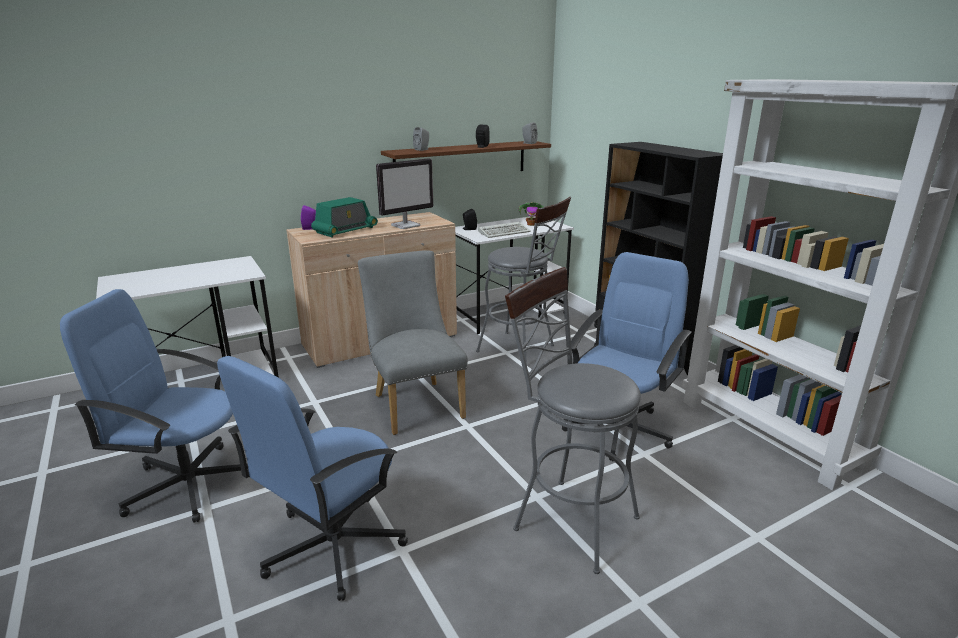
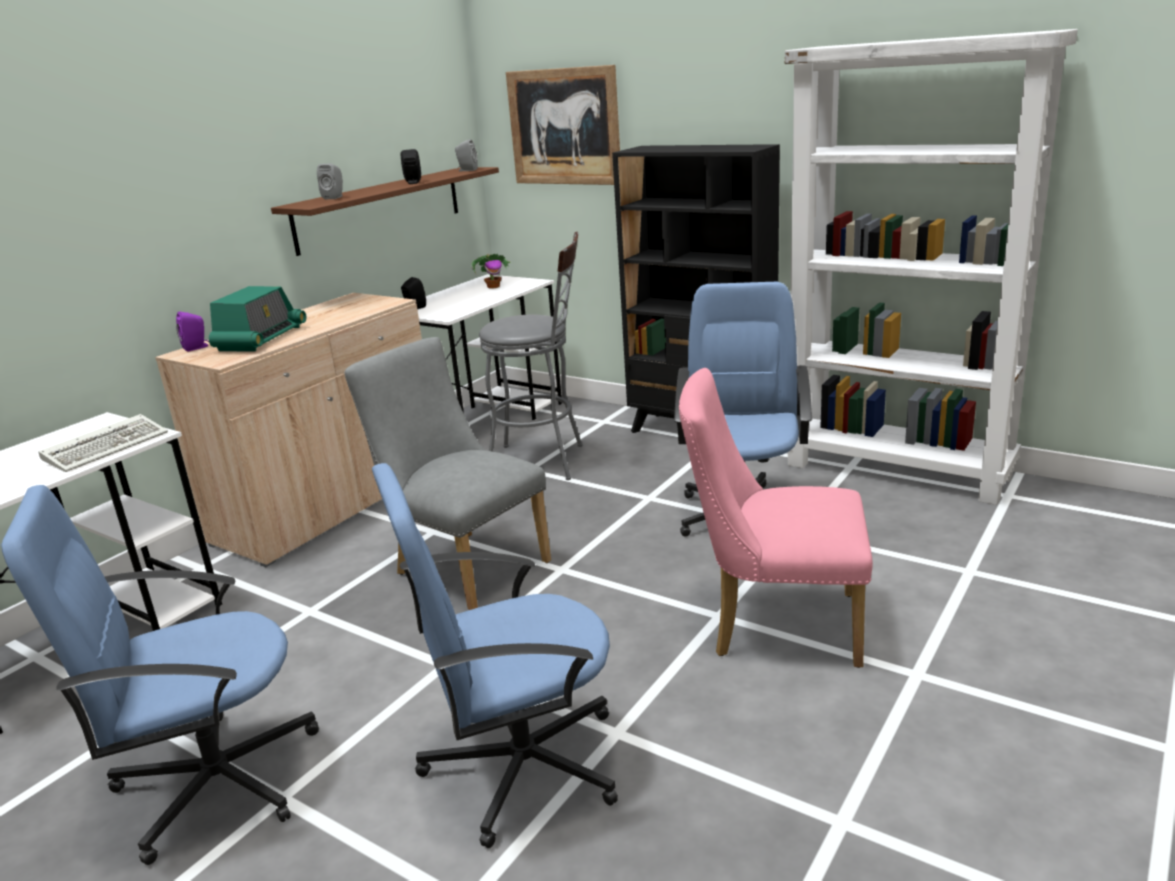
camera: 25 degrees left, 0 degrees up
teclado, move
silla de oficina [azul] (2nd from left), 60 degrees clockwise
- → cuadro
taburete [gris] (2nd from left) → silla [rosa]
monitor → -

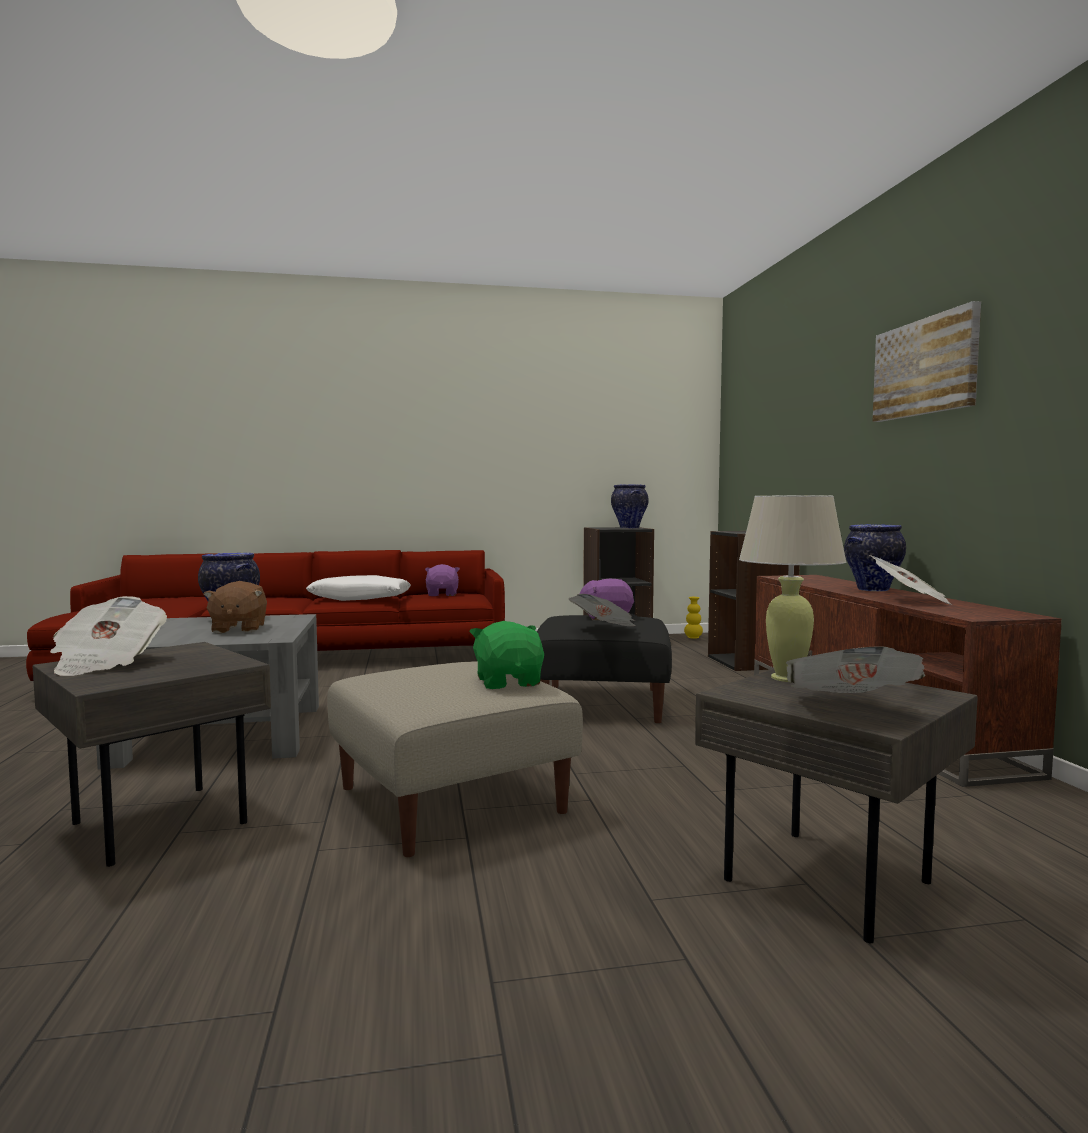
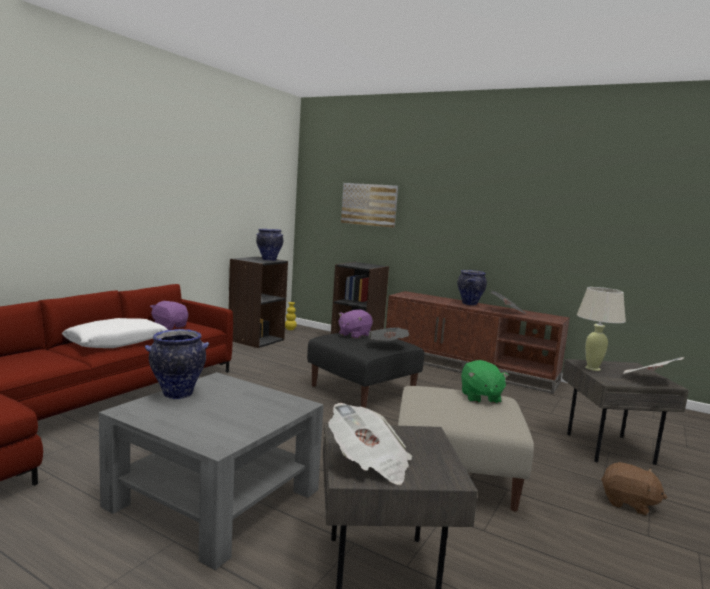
camera: 50 degrees left, 5 degrees up
cuadro, move
peluche [verde], 120 degrees counterclockwise
peluche [marrón], move

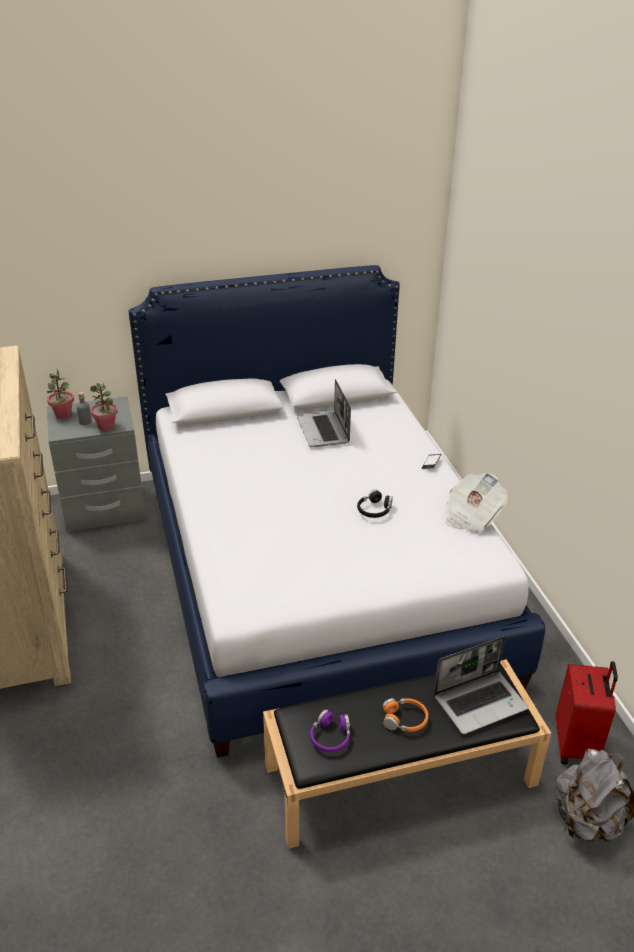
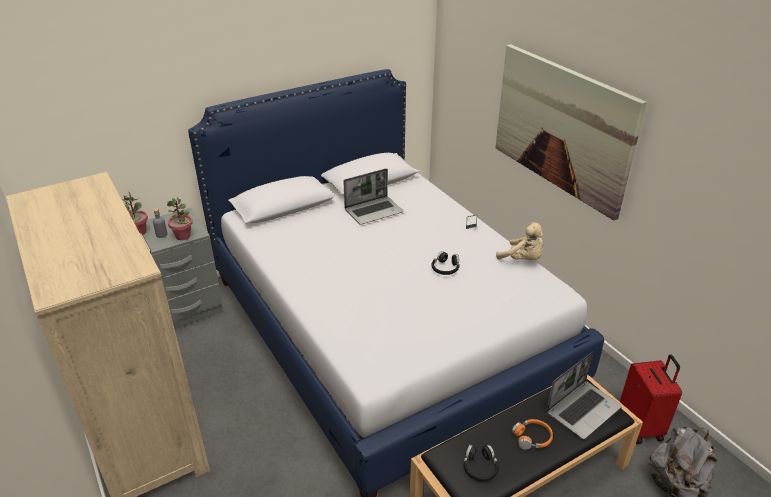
camera: 15 degrees left, 0 degrees up
portátil (1st from left), 90 degrees counterclockwise
auriculares [morado] → auriculares [negro] (2nd from left)
- → cuadro
periódico → peluche [beis]

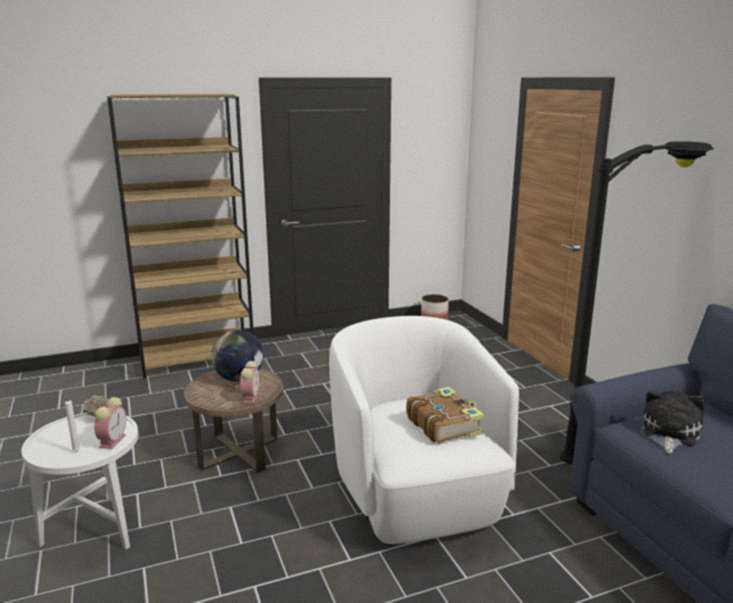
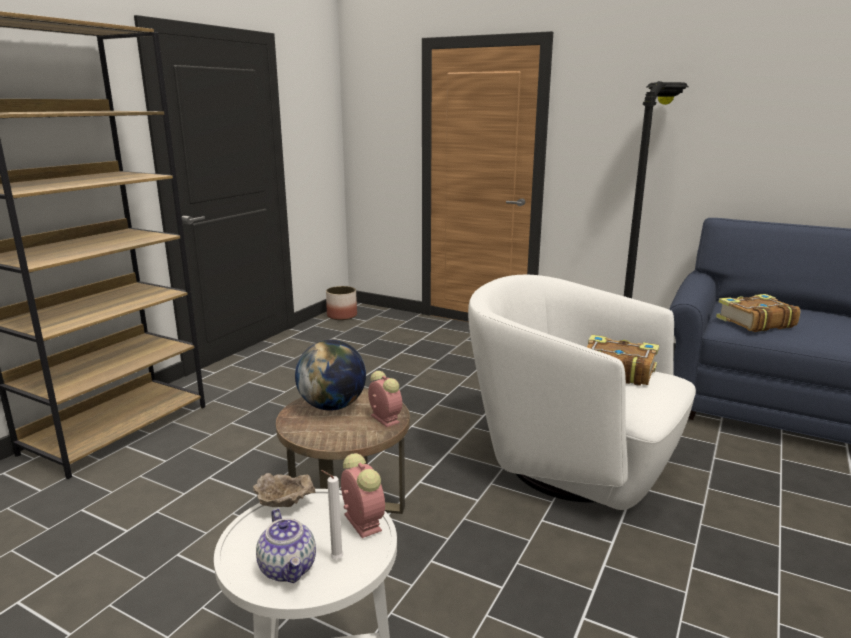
camera: 40 degrees left, 0 degrees up
- → tetera
peluche → libro (2nd from left)

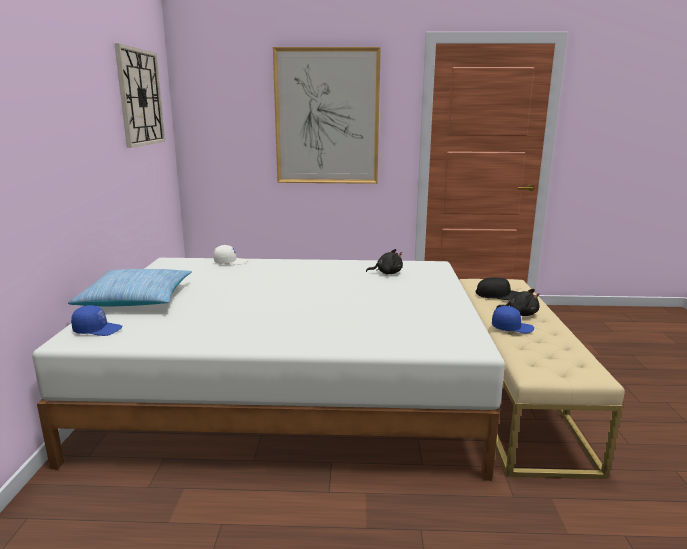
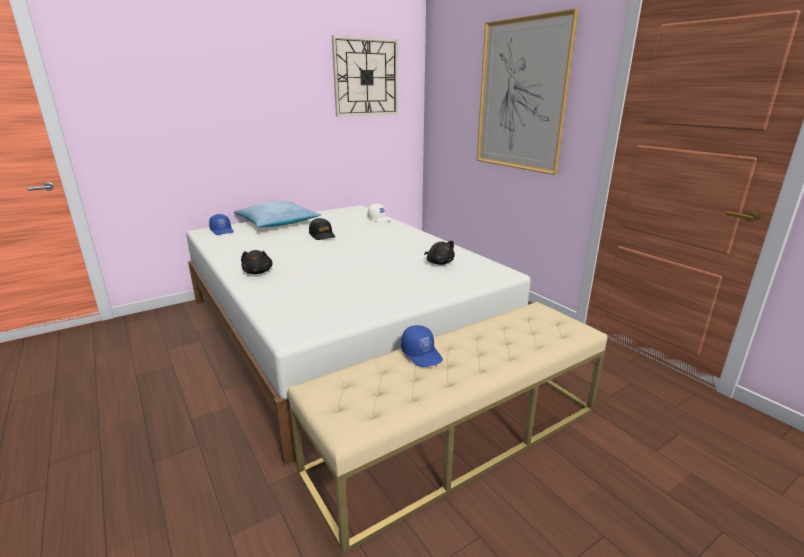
camera: 55 degrees right, 5 degrees up
peluche [negro] (2nd from left in the first image) → peluche [negro] (1st from left), move
gorra [negro], move

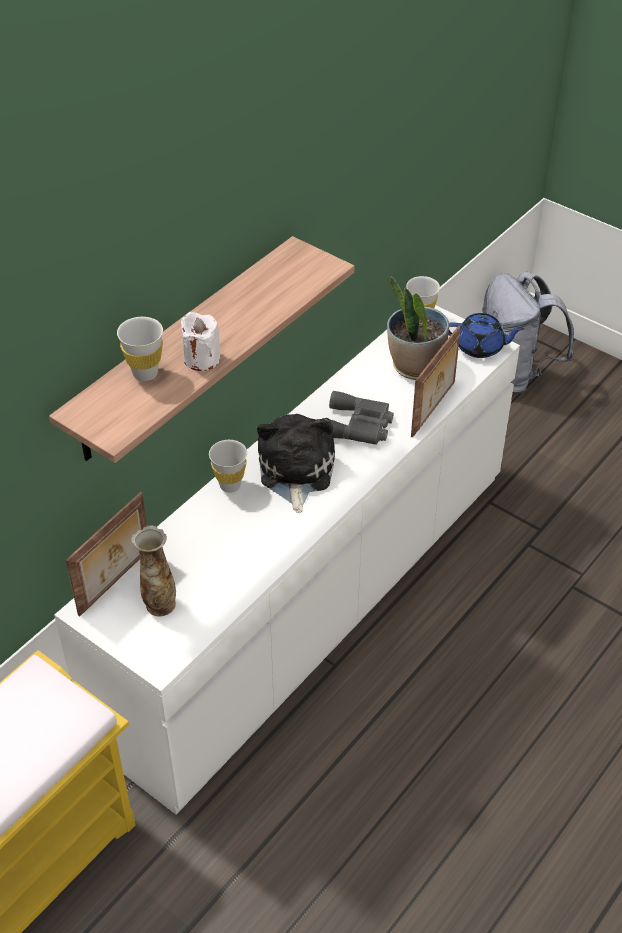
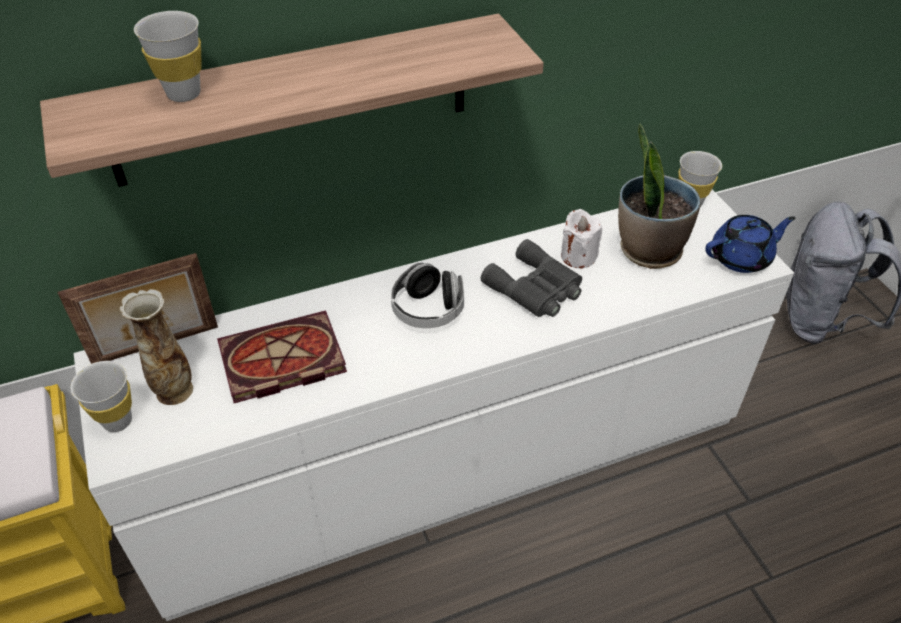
camera: 30 degrees right, 0 degrees up
taza [blanco] (2nd from left in the first image) → taza [blanco] (1st from left), move
- → libro
peluche → auriculares
vela [blanco], move
tetera [azul], 60 degrees counterclockwise
portarretratos (2nd from left) → -

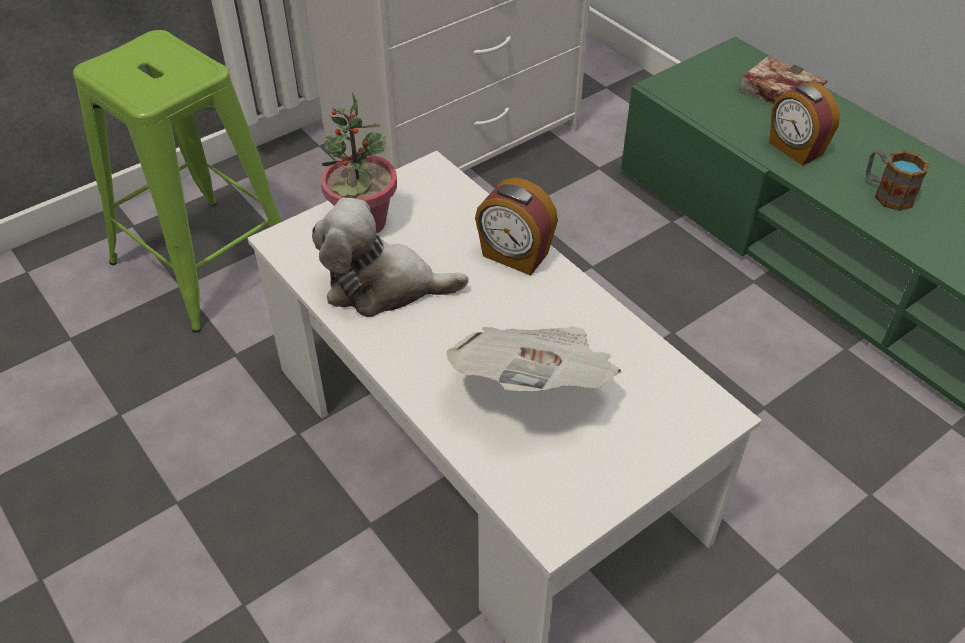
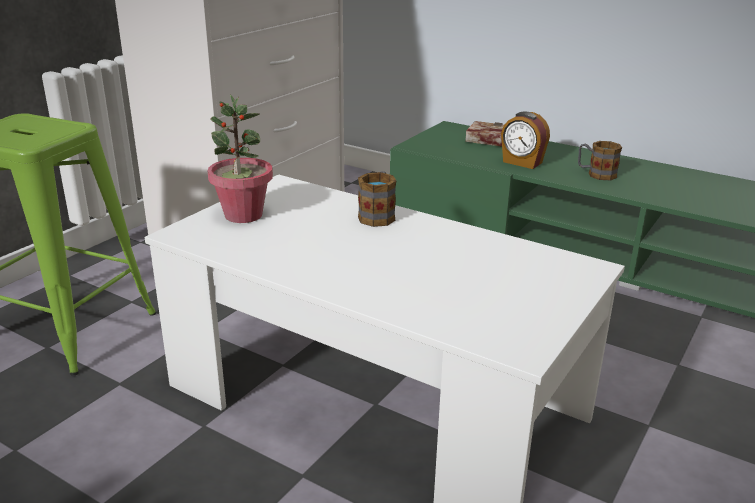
camera: 20 degrees left, 20 degrees down
despertador (1st from left) → taza grande (1st from left)
peluche → -
periódico → -

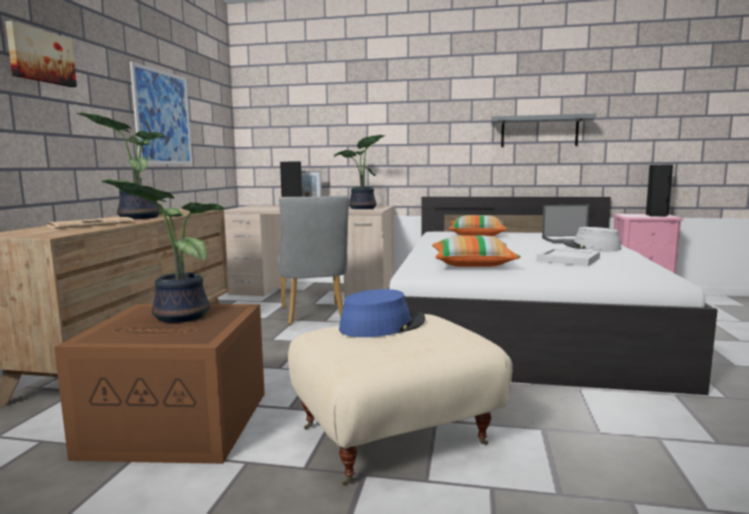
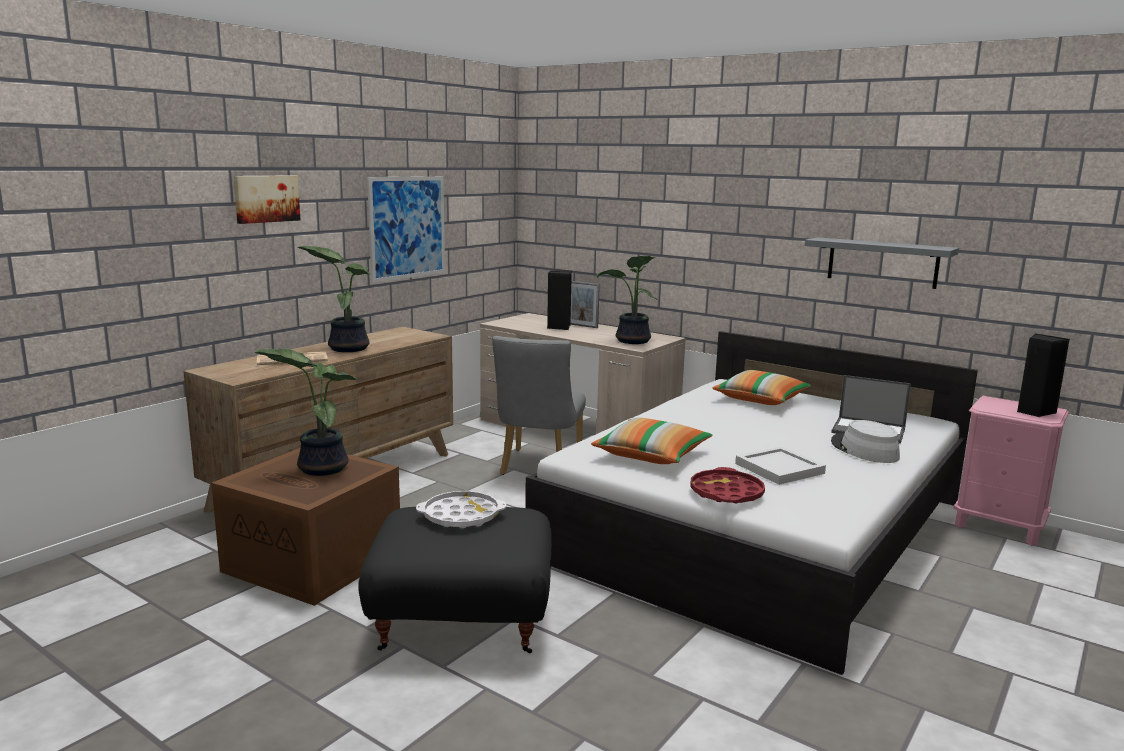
camera: 25 degrees right, 5 degrees up
puf [beis] → puf [negro]
sombrero [azul] → bandeja [blanco] (1st from left)
- → bandeja [rojo]

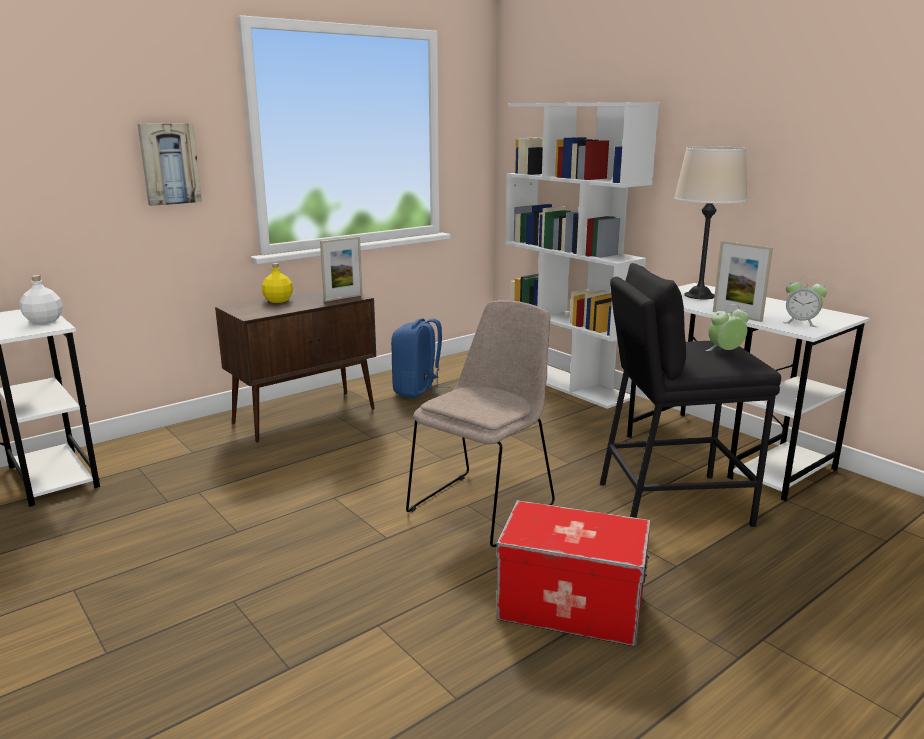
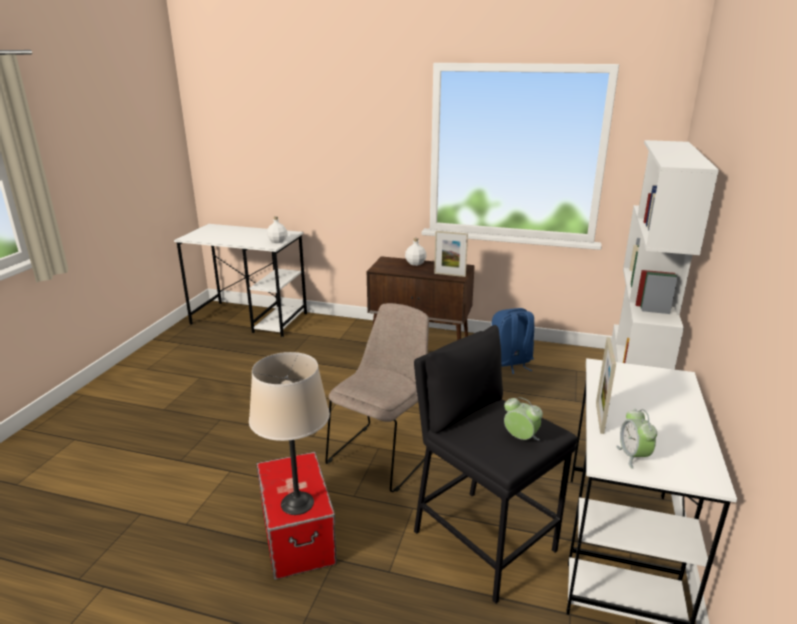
camera: 55 degrees right, 5 degrees up
lámpara de mesa [beis], move
silla [beis], 60 degrees counterclockwise
botella [amarillo] → botella [blanco] (2nd from left)
cuadro → -

